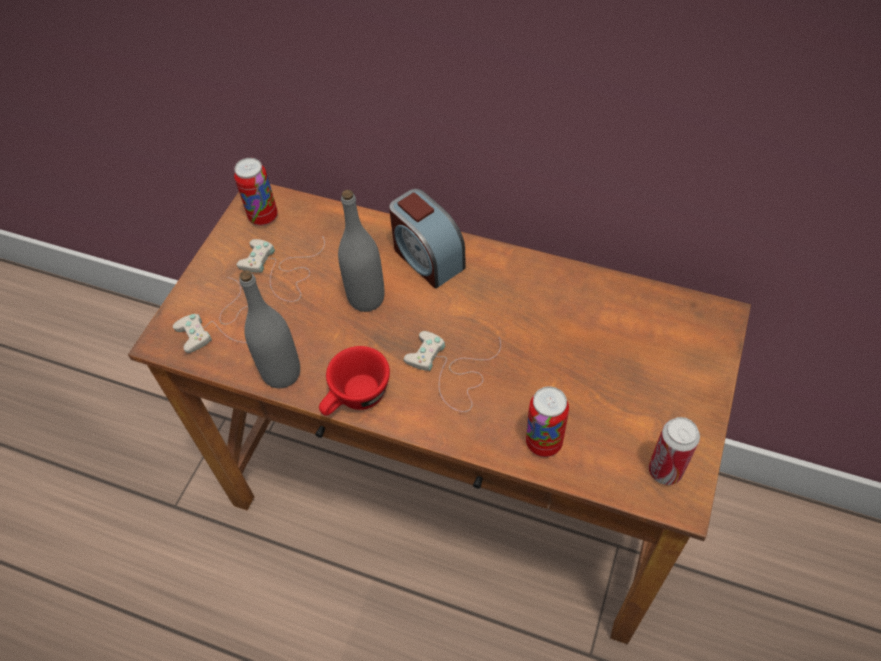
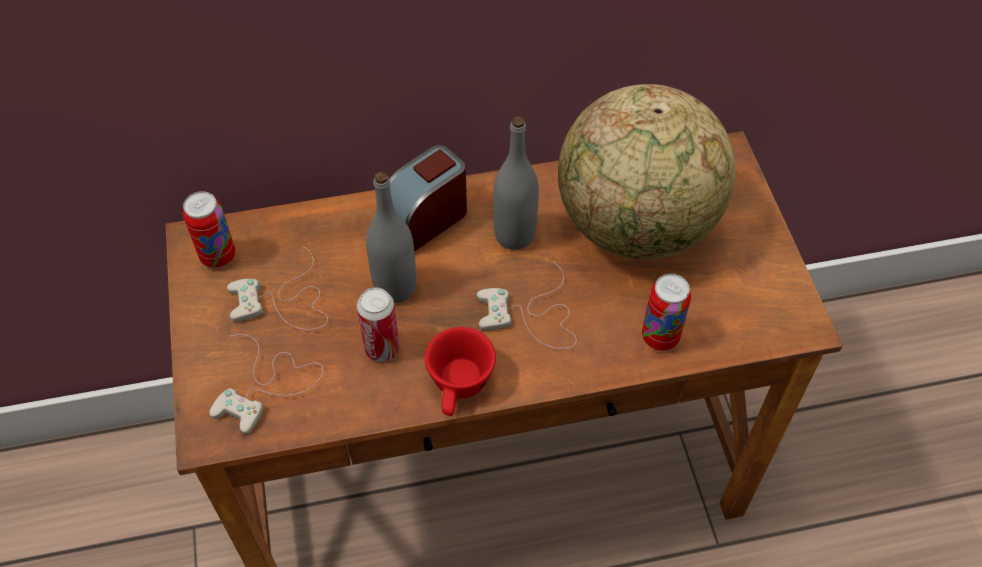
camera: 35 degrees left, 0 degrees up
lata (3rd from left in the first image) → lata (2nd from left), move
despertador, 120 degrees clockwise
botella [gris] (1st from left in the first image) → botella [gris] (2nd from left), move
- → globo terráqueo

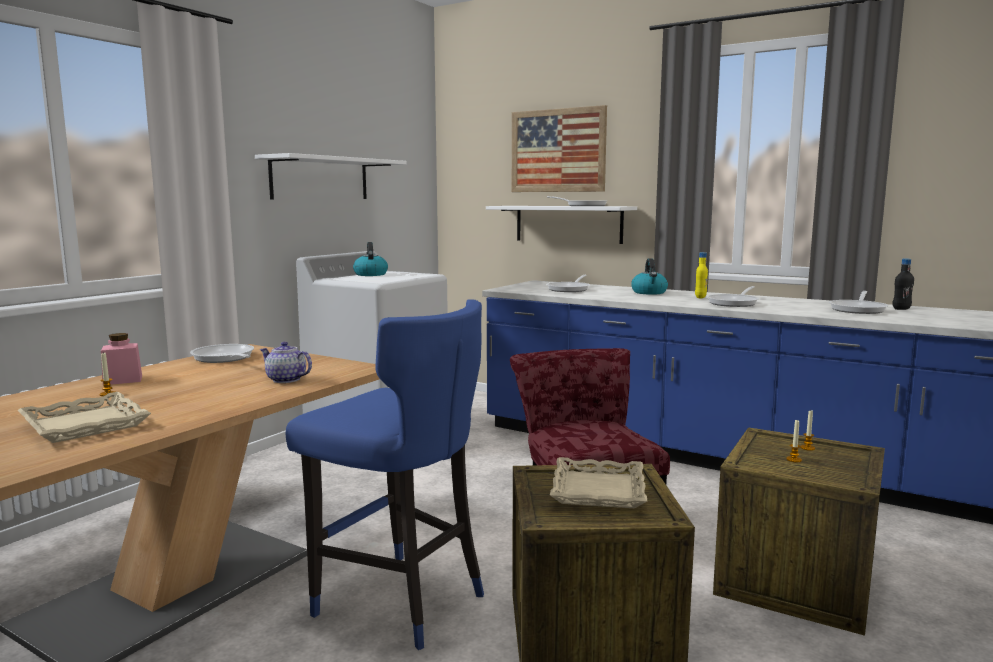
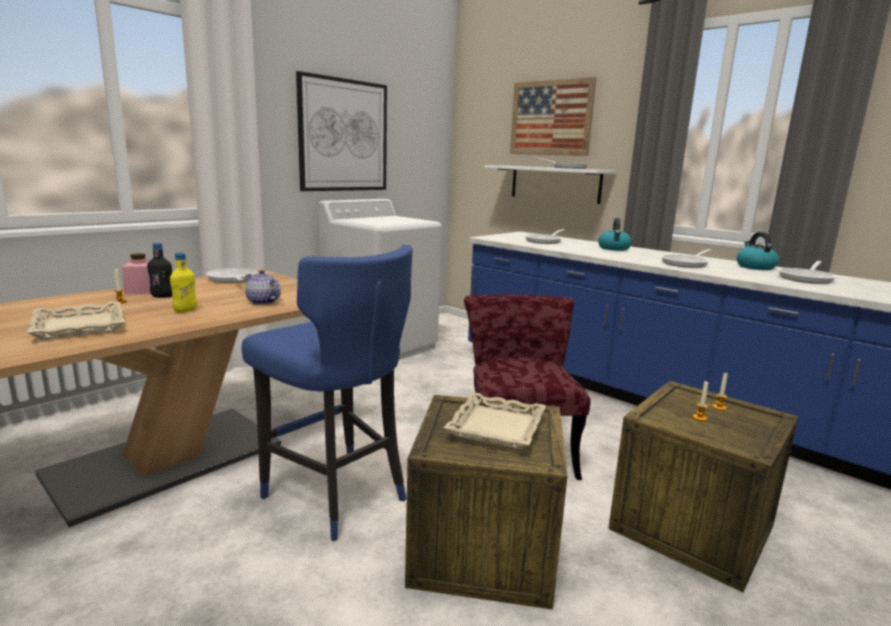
camera: 10 degrees right, 5 degrees up
botella [negro], move
botella [amarillo], move
estante [blanco] (1st from left) → cuadro (1st from left)
hervidor (1st from left in the first image) → hervidor (2nd from left), move

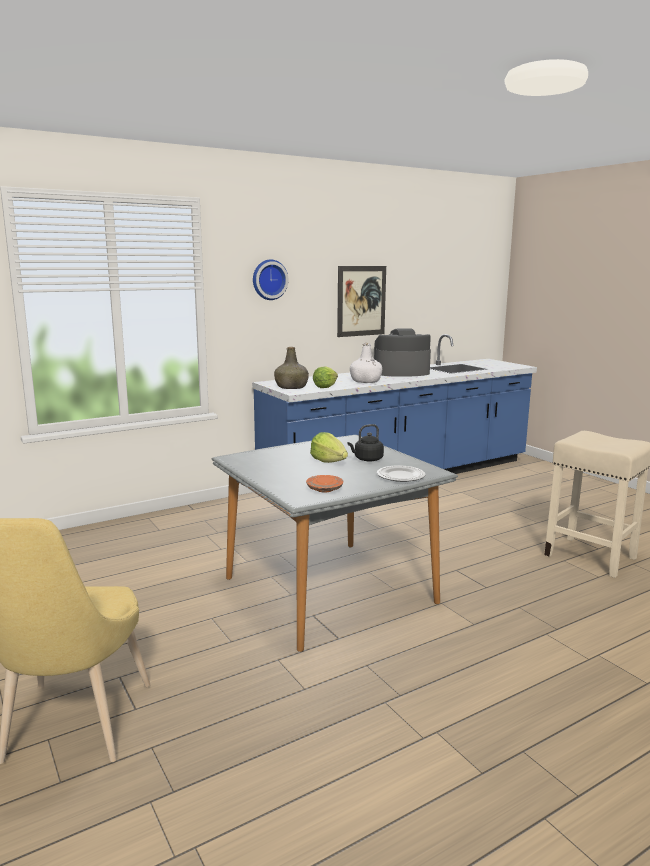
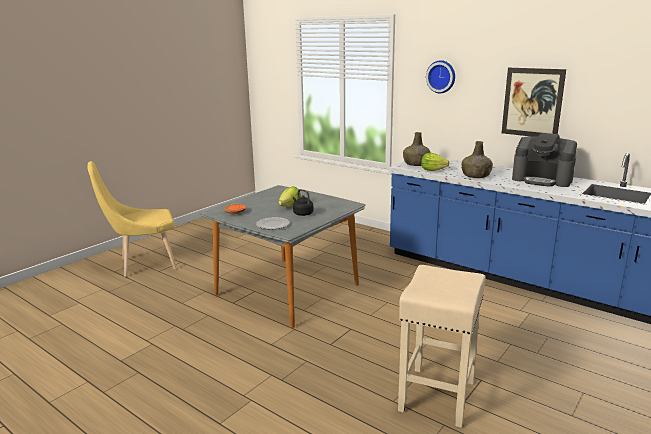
camera: 70 degrees right, 5 degrees up
botella [blanco] → botella [verde] (2nd from left)
cafetera, 150 degrees clockwise

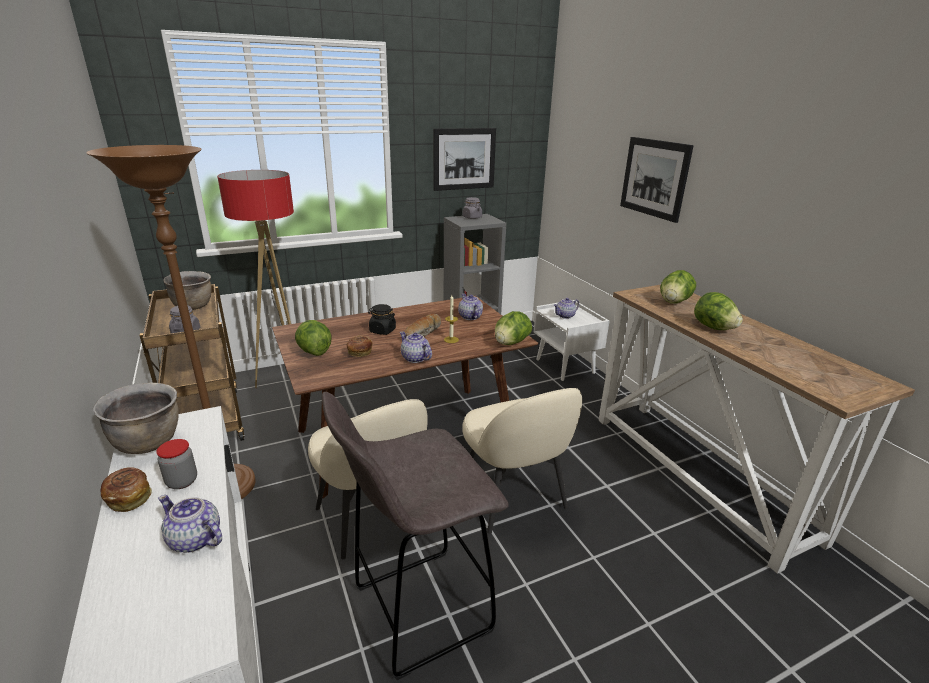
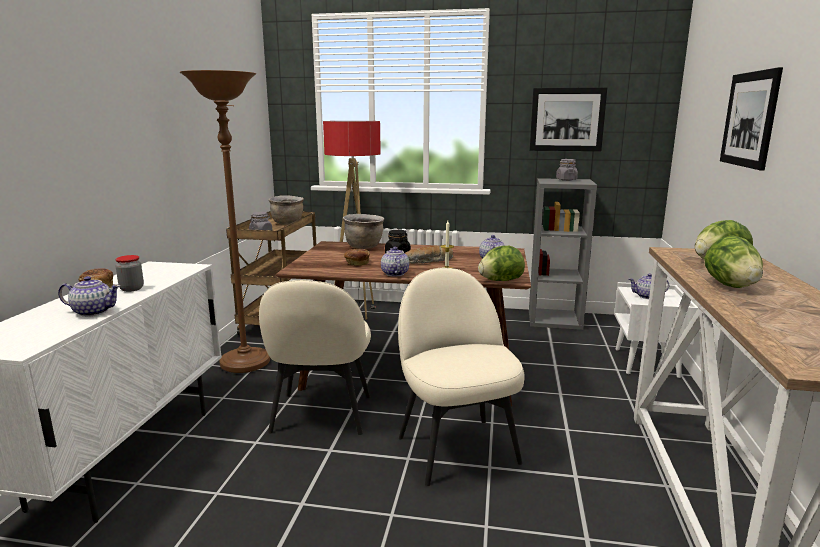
camera: 35 degrees right, 10 degrees down
tetera (1st from left), 120 degrees clockwise
olla [marrón] (1st from left in the first image) → olla [marrón] (2nd from left), move
silla [beis] (2nd from left), 150 degrees clockwise
lechuga (1st from left) → -
taburete [gris] → -

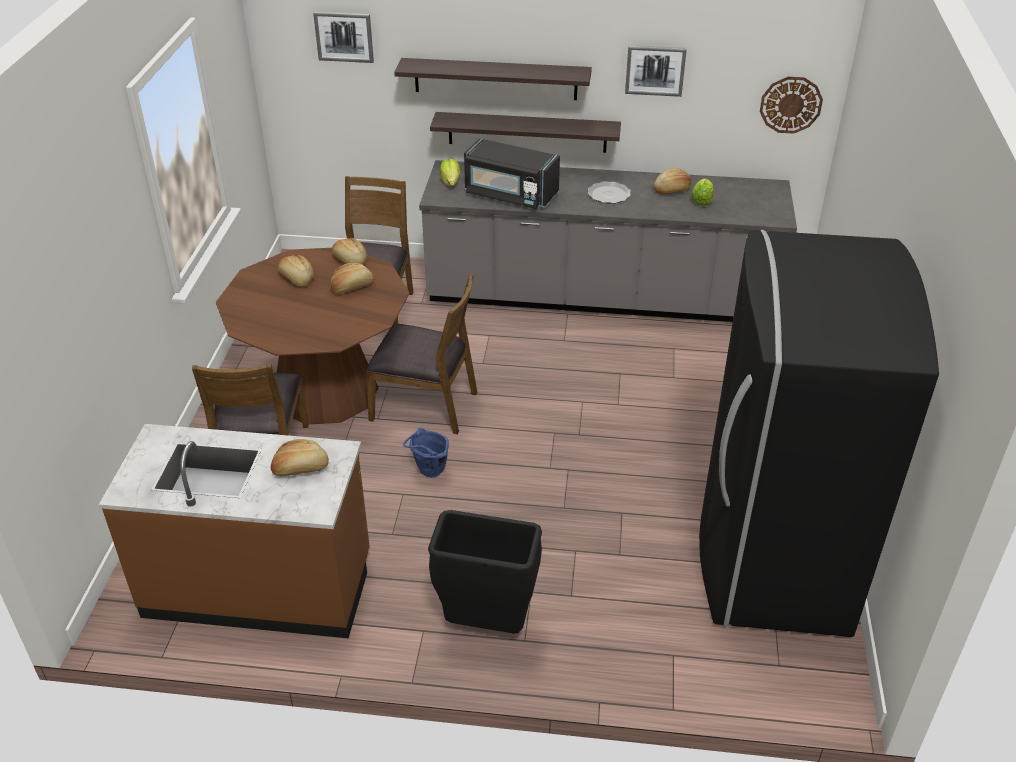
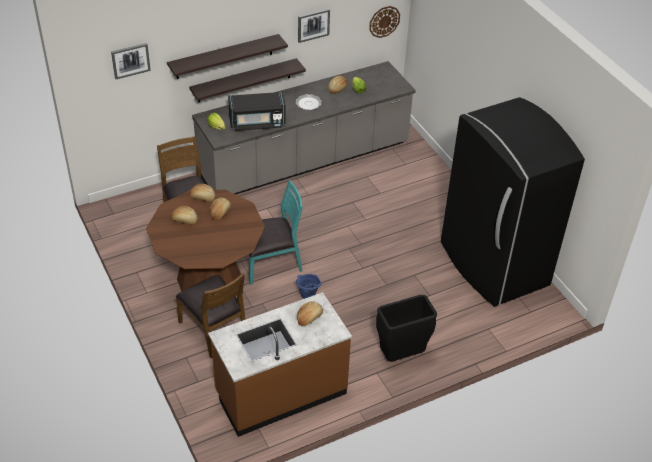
camera: 35 degrees left, 5 degrees up
silla [marrón] (3rd from left) → silla [turquesa]

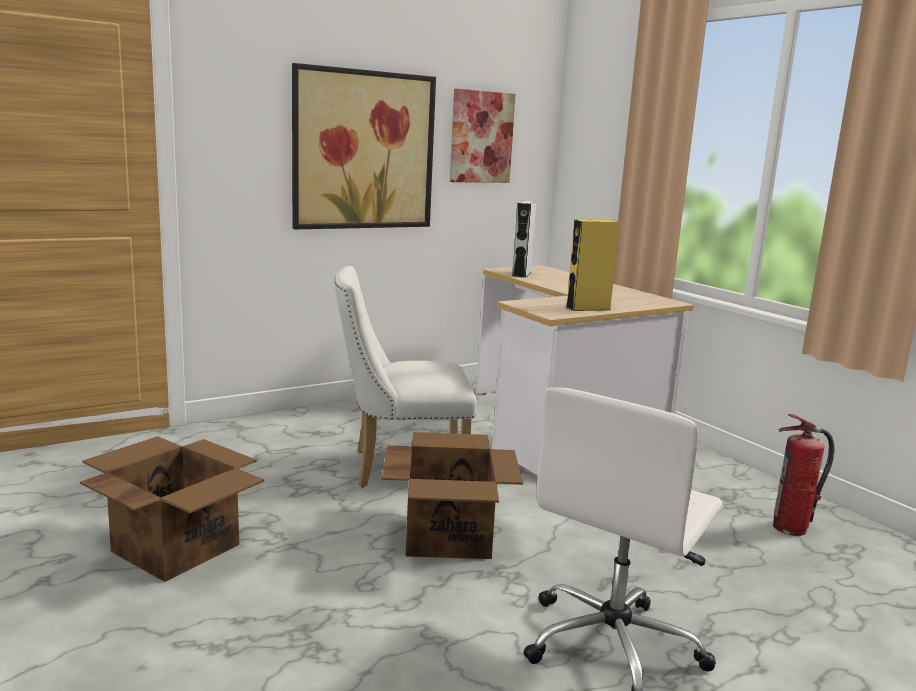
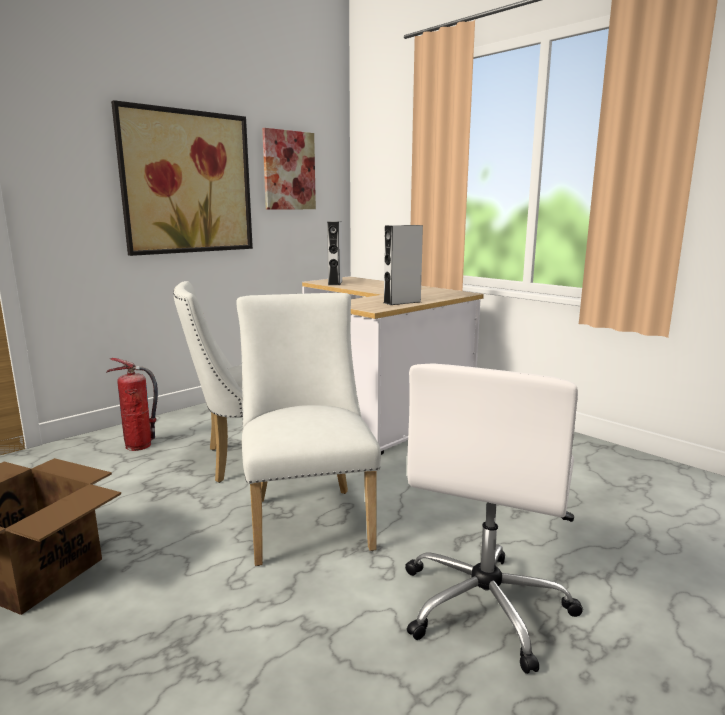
camera: 10 degrees left, 0 degrees up
extintor, move
caja de cartón (2nd from left) → silla [blanco] (2nd from left)
altavoz [amarillo] → altavoz [gris] (2nd from left)

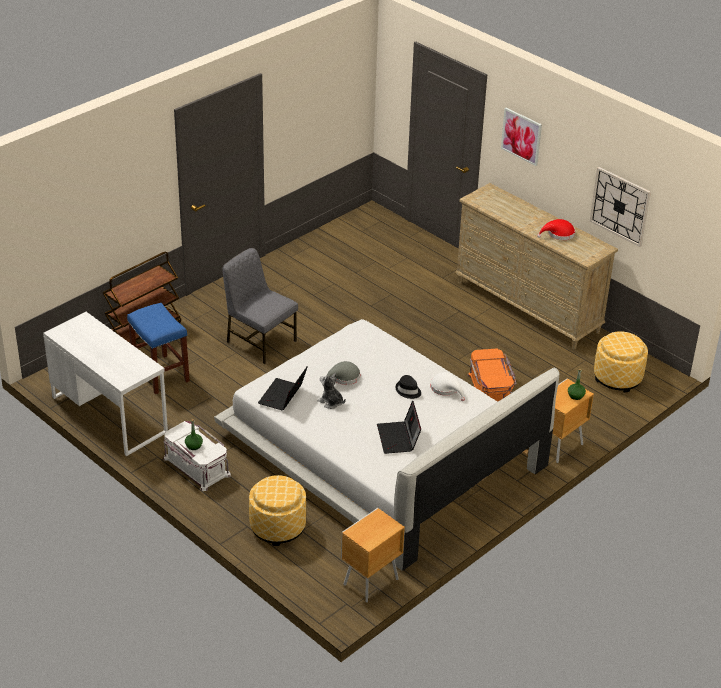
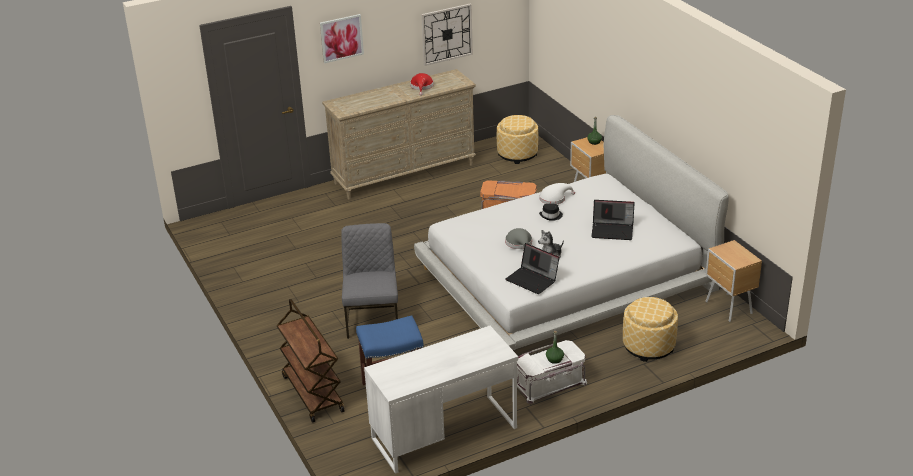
camera: 70 degrees left, 5 degrees down
silla [gris], 120 degrees clockwise

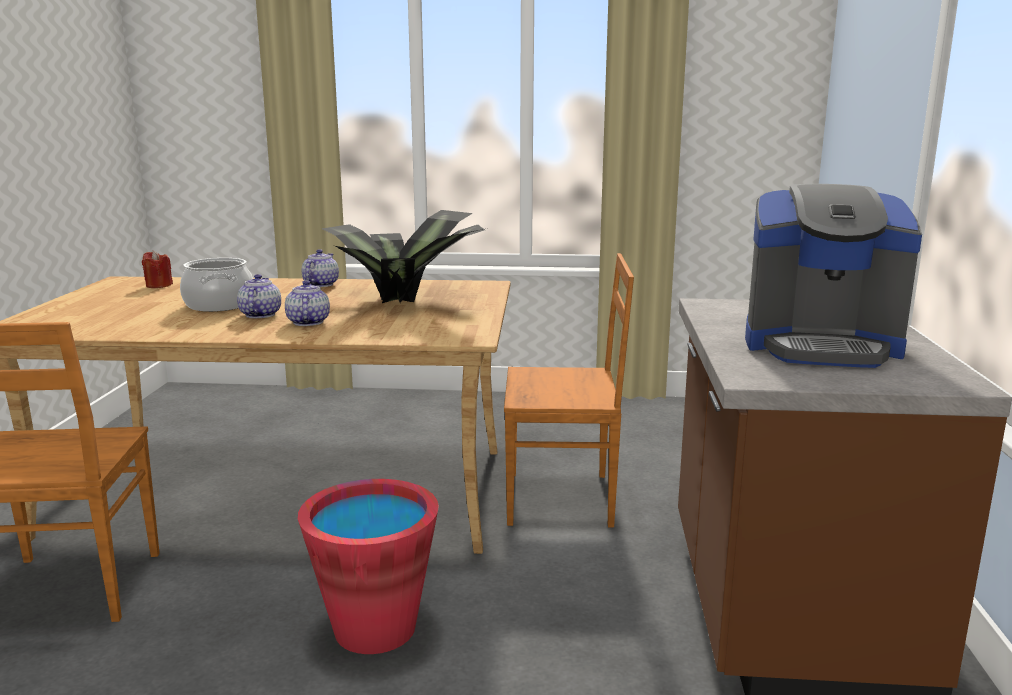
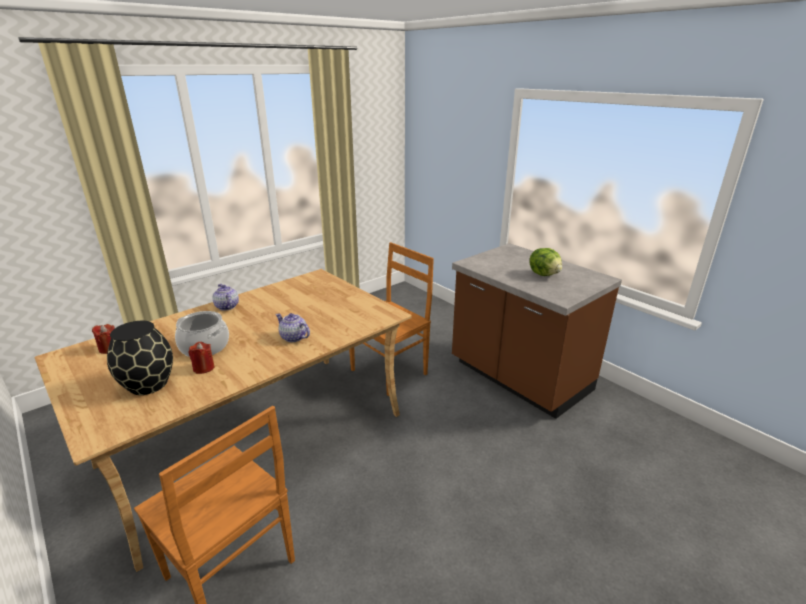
camera: 45 degrees left, 10 degrees up
- → florero [negro]
- → vela [rojo] (2nd from left)
cafetera → lechuga
tetera (1st from left) → -
cubo [rojo] → -
planta en maceta → -

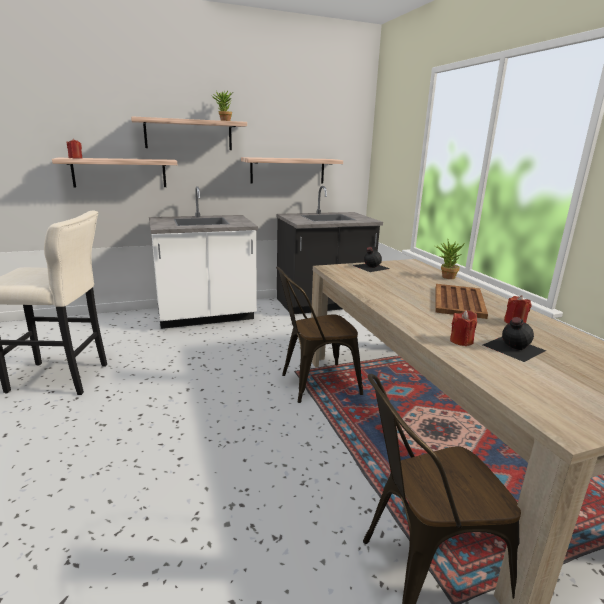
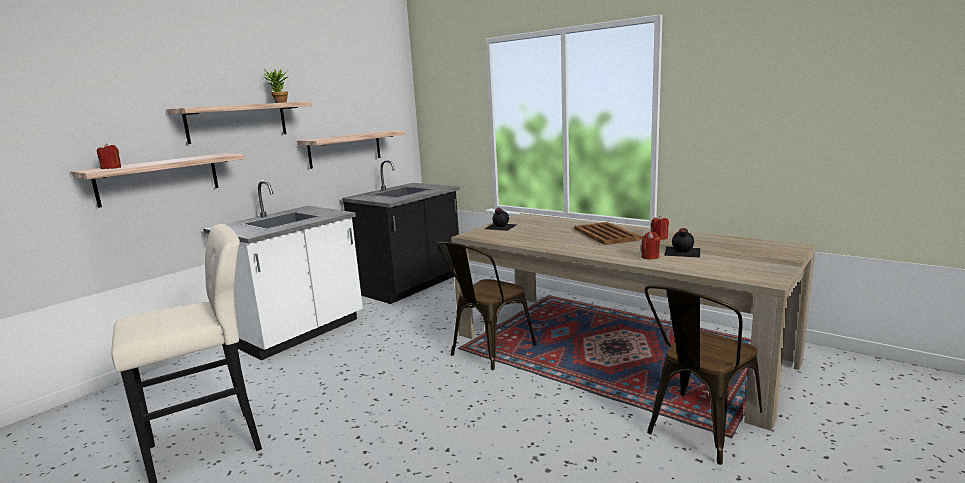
camera: 30 degrees left, 5 degrees down
planta en maceta (2nd from left) → -

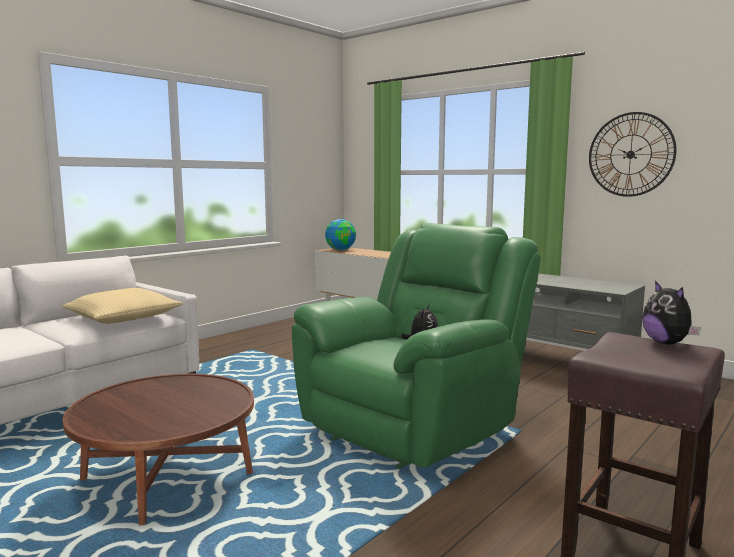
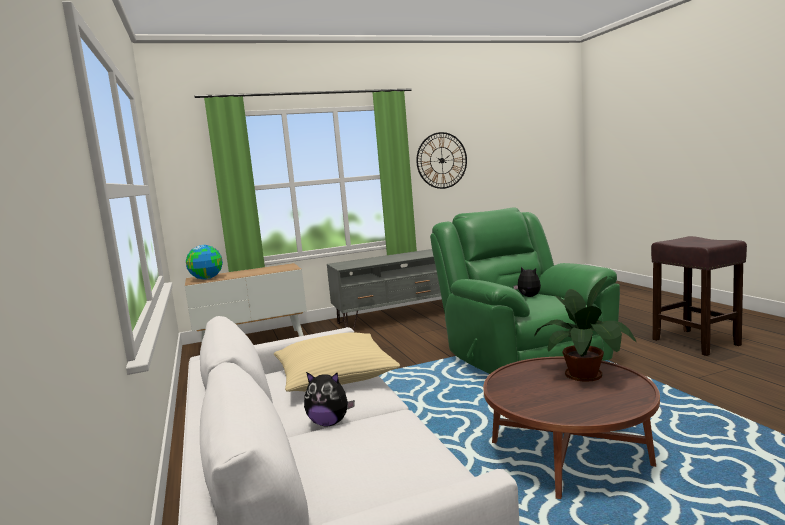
camera: 60 degrees left, 0 degrees up
peluche (2nd from left in the first image) → peluche (1st from left), move
- → planta en maceta

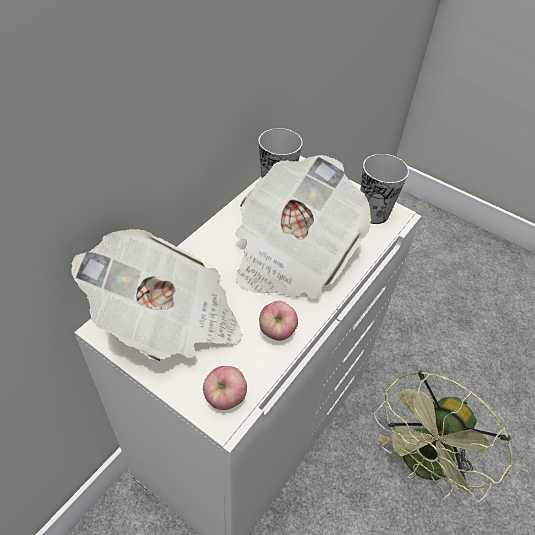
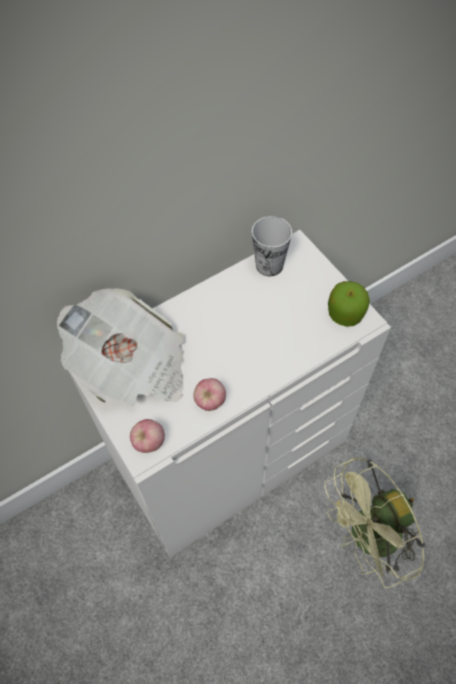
camera: 25 degrees right, 10 degrees up
taza (2nd from left) → manzana (3rd from left)
periódico (2nd from left) → -

